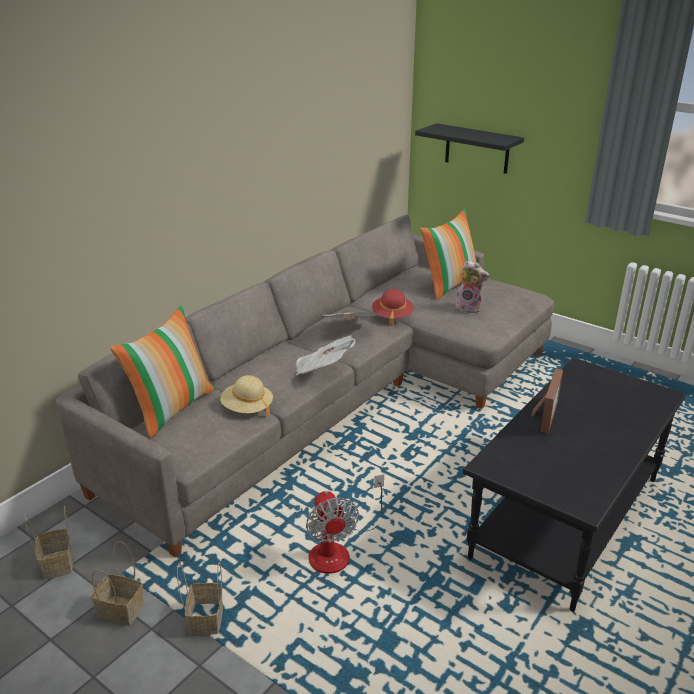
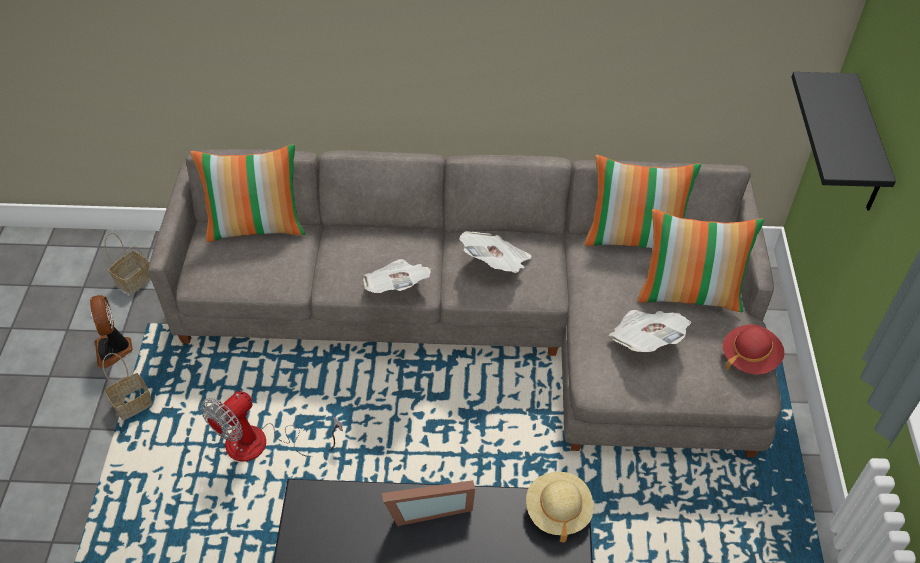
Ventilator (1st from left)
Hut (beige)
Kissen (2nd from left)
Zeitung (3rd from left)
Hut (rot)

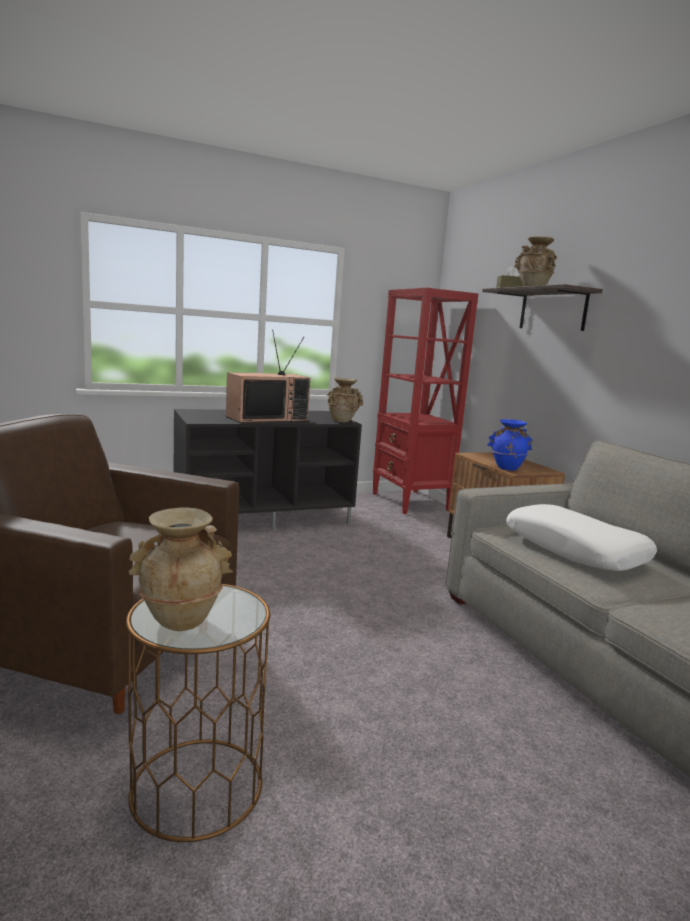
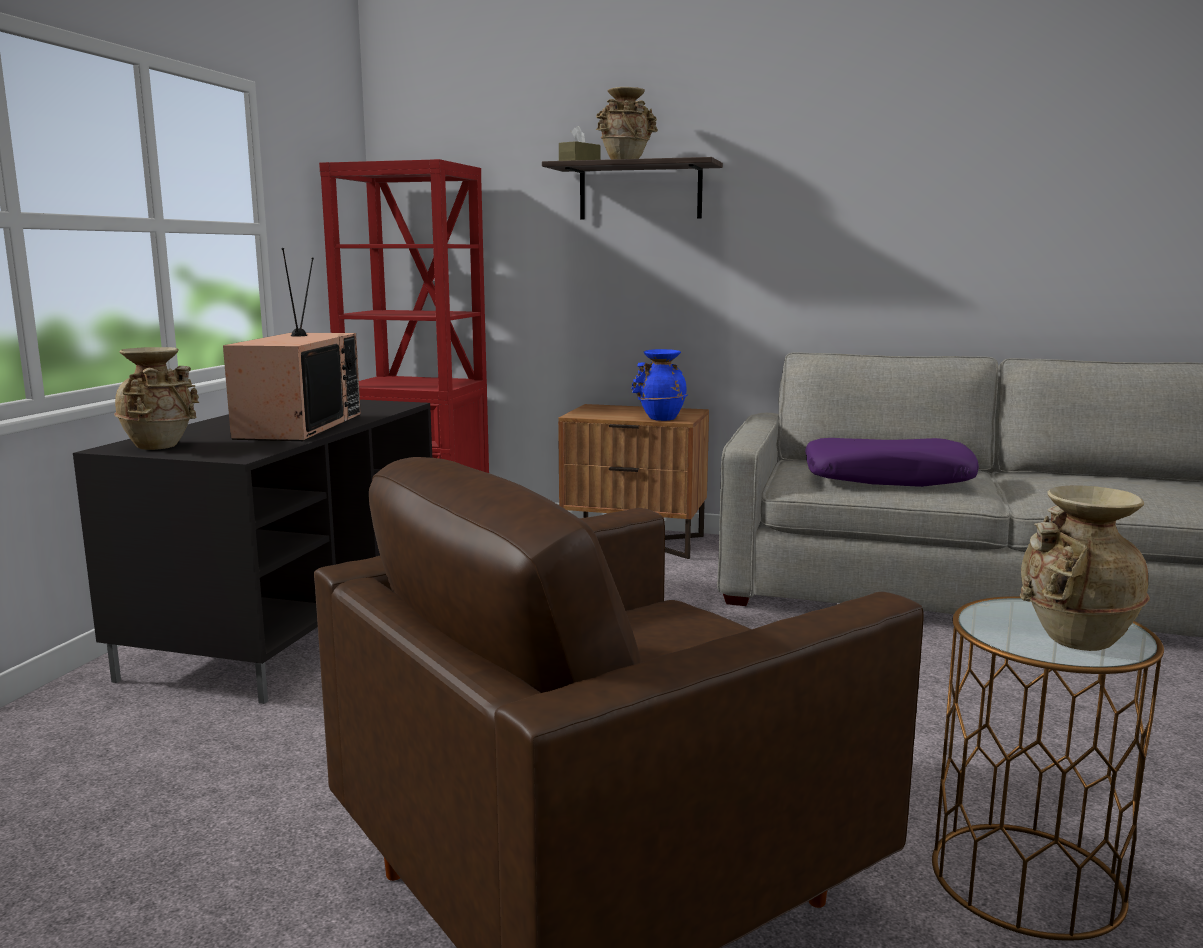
Vase (beige) (1st from left)
Kissen (lila)

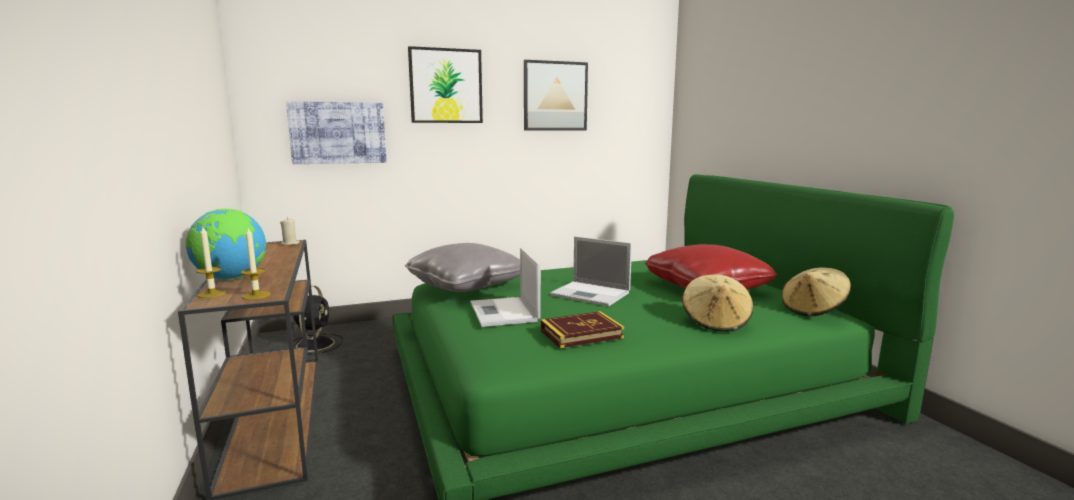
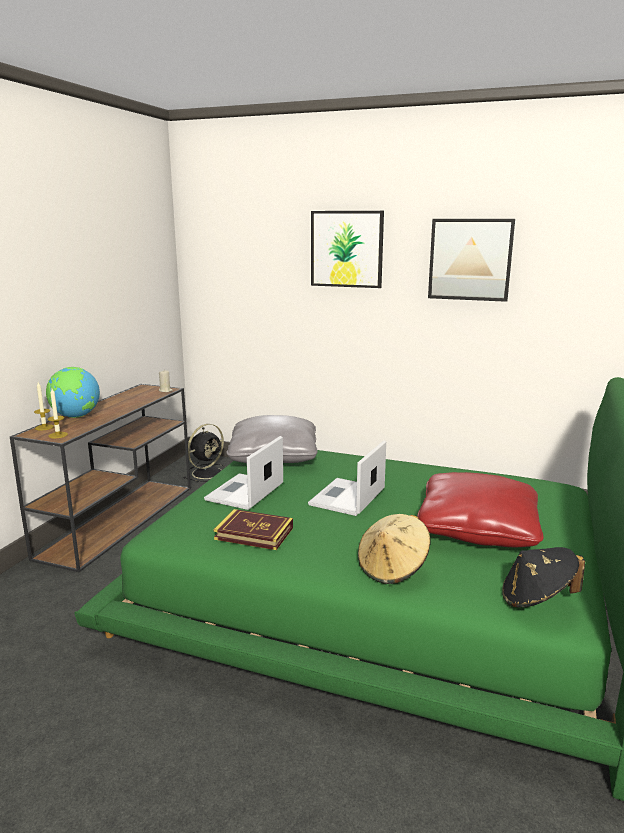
Laptop (2nd from left)
Hut (schwarz)
Bild (1st from left in the first image)

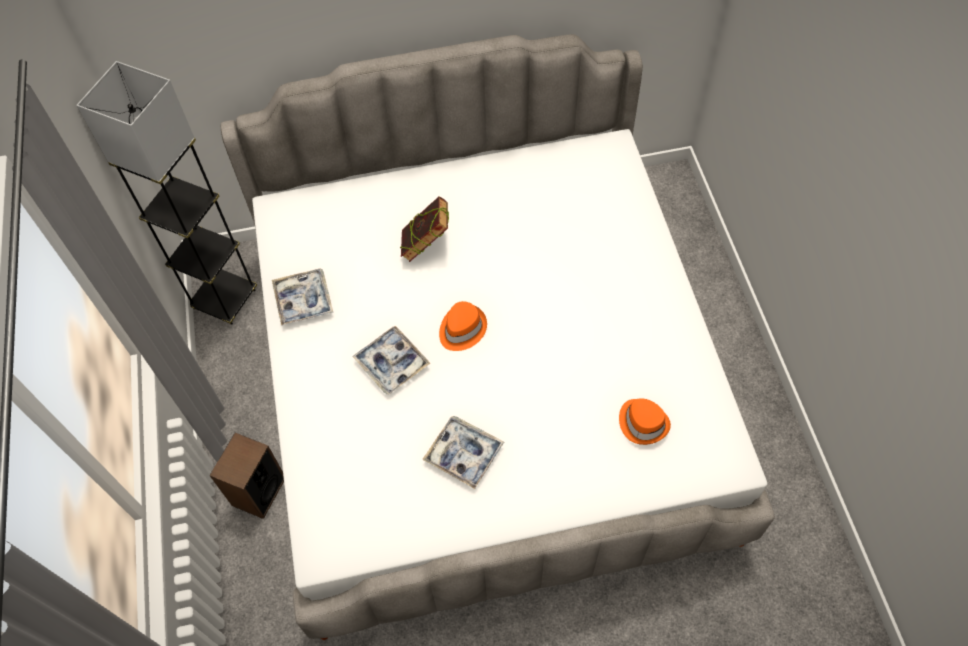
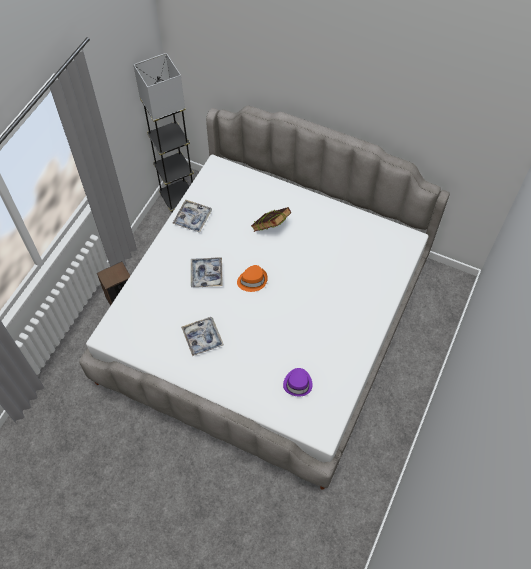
Hut (lila)

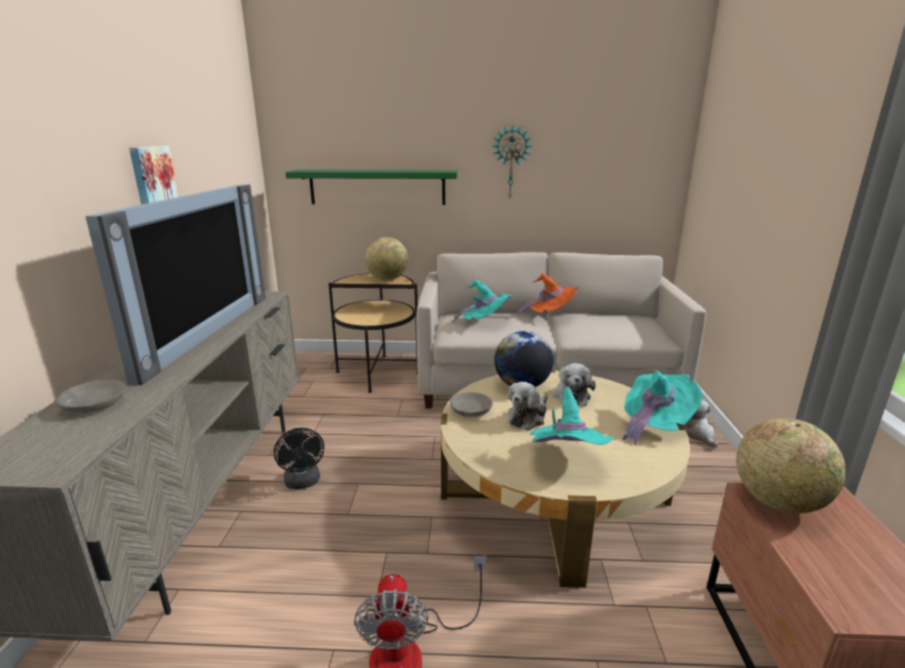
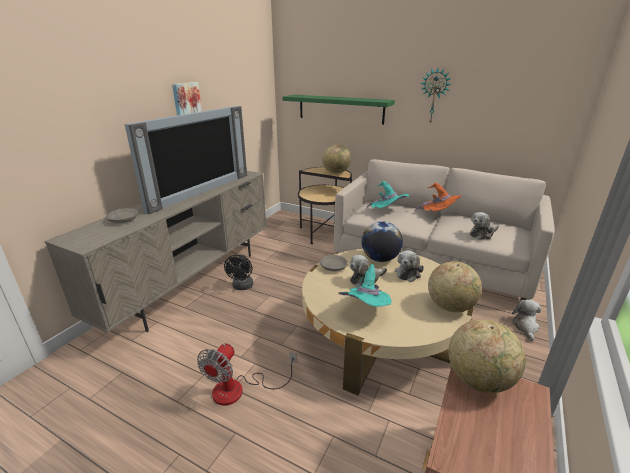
Globus (3rd from left)
Plüschtier (3rd from left)

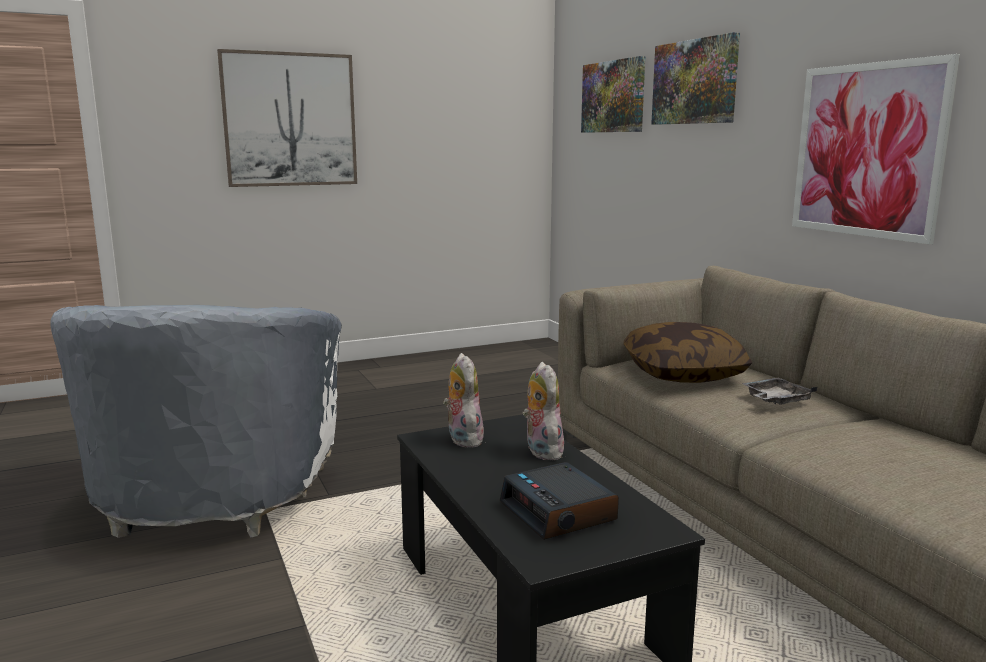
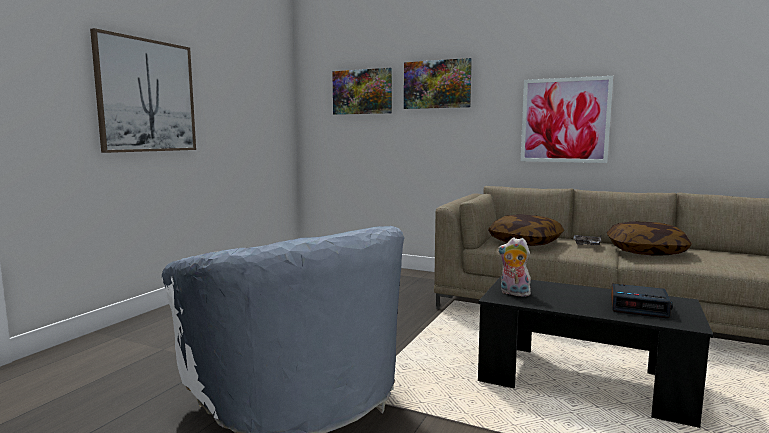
Kissen (2nd from left)
Plüschtier (2nd from left in the first image)

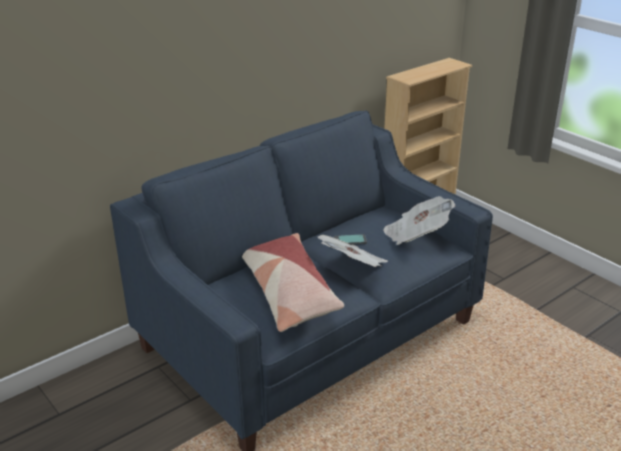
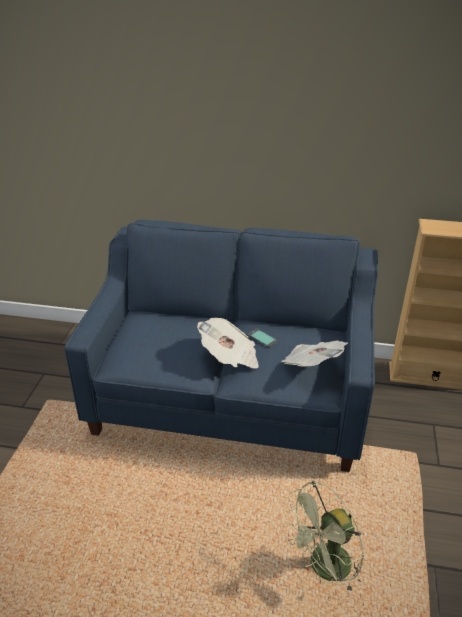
Ventilator (grün)
Kissen

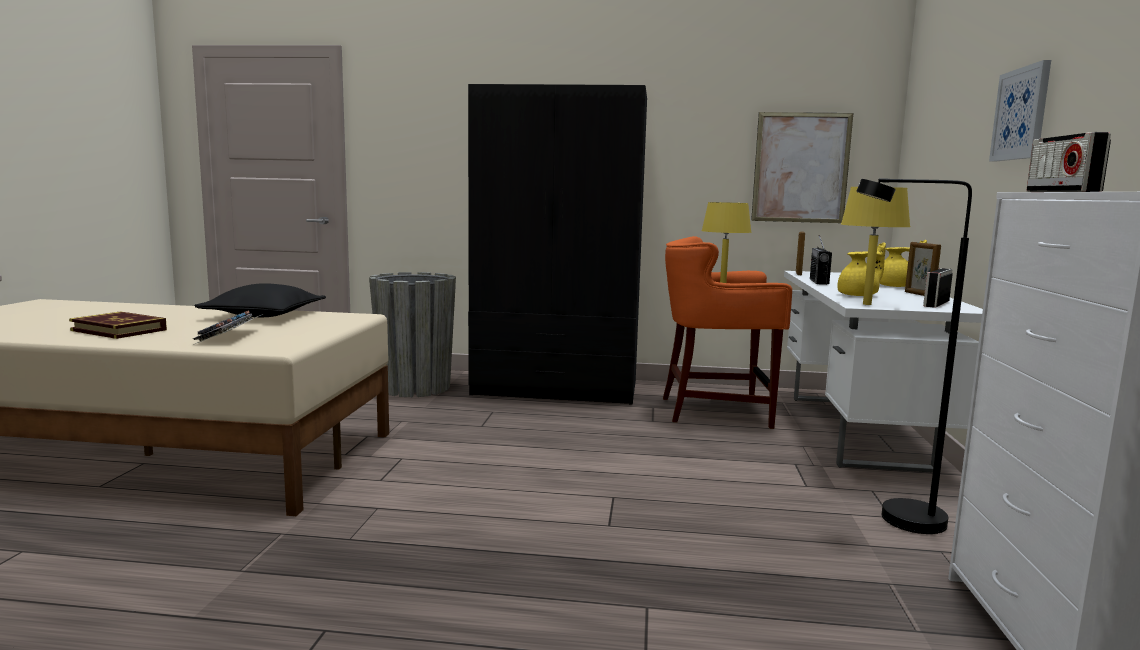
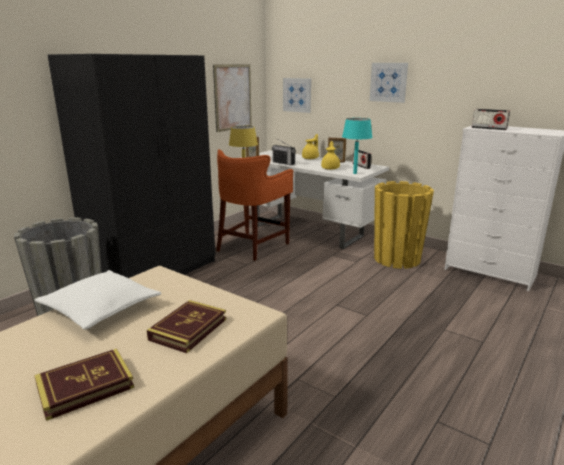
Kissen (weiß)
Buch (2nd from left)
Bild (2nd from left)
Tischlampe (türkis)
Pflanzkübel (gelb)

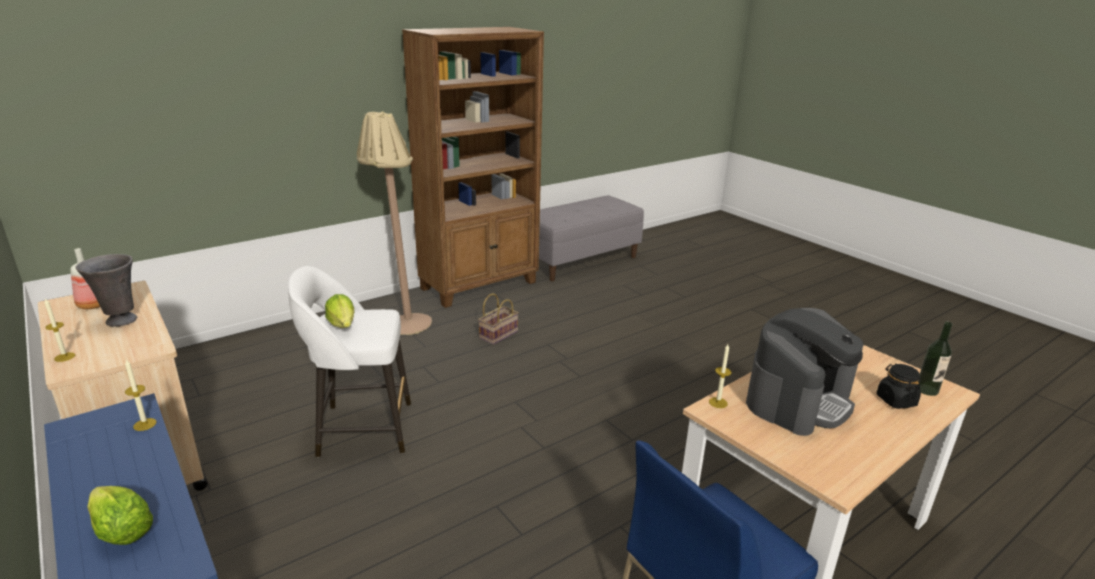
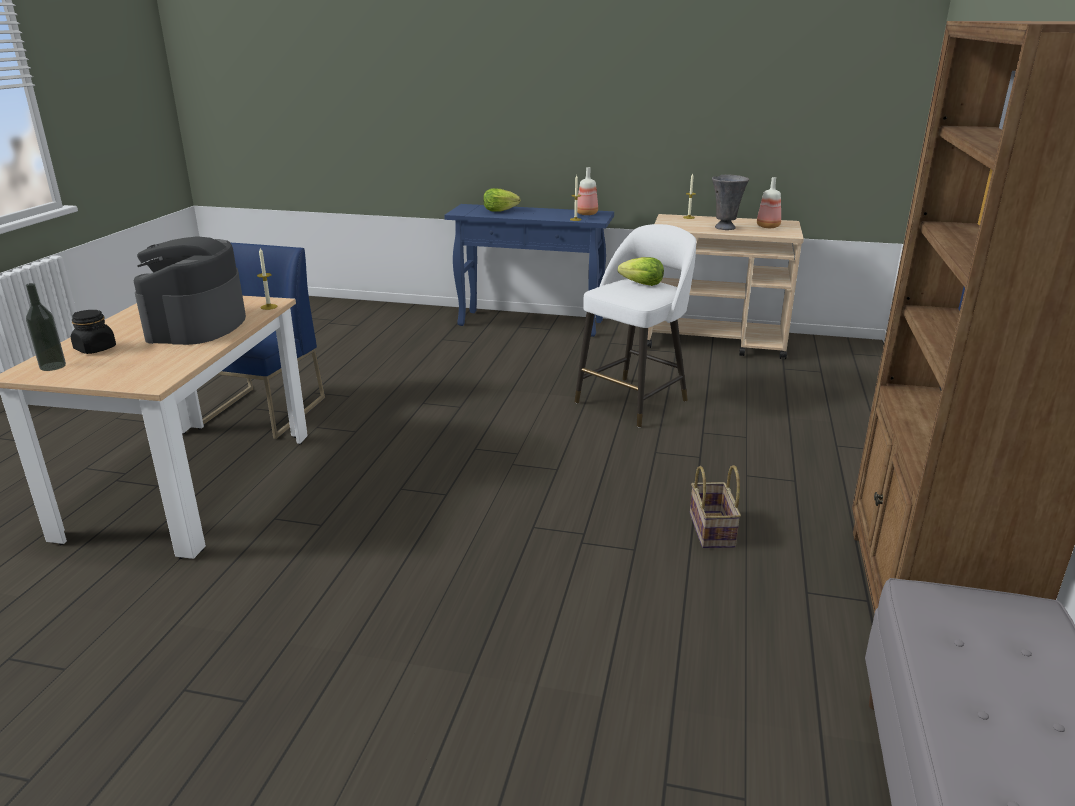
Flasche (2nd from left)
Stehlampe (beige)

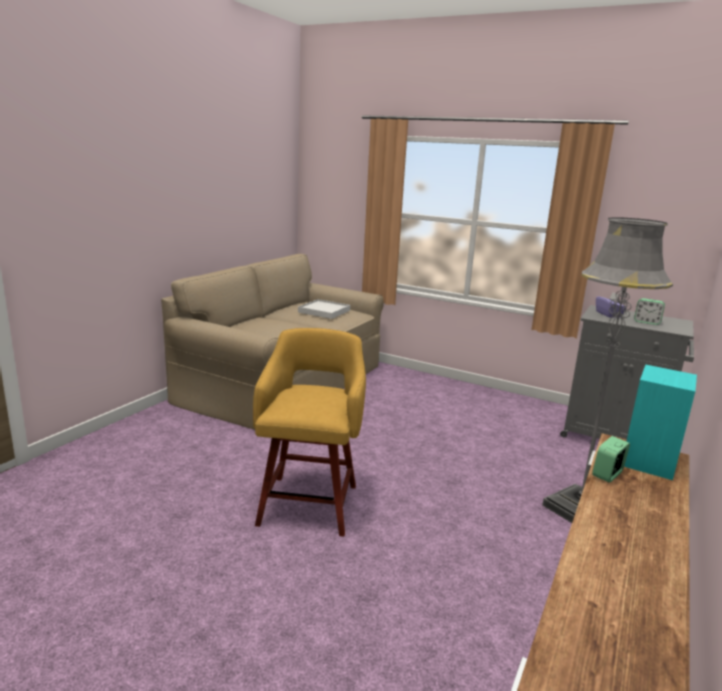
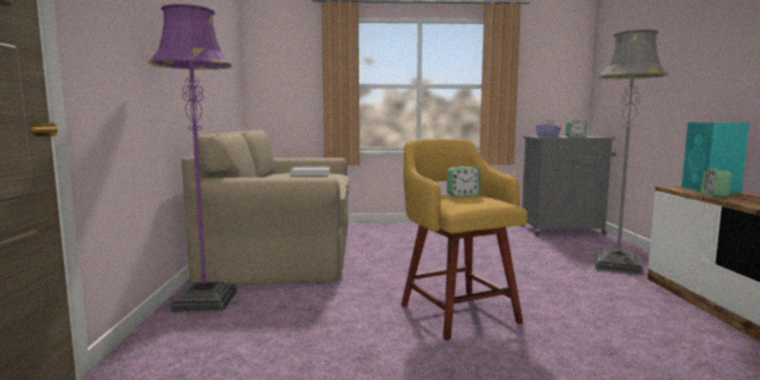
Stehlampe (lila)
Wecker (1st from left)

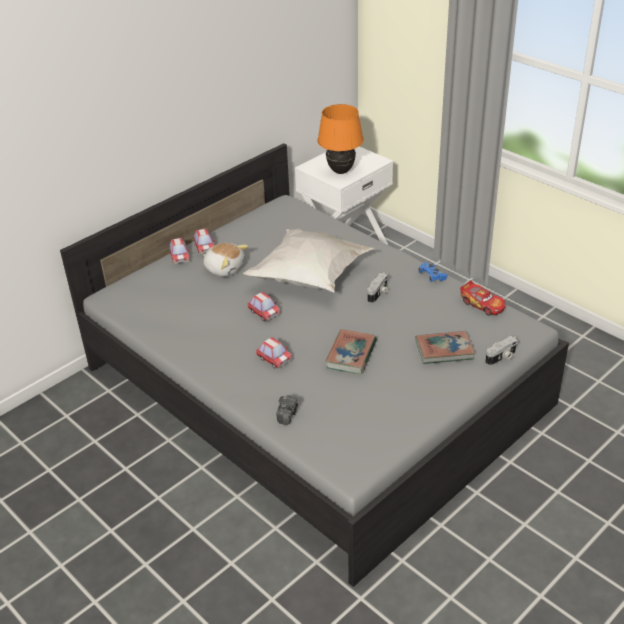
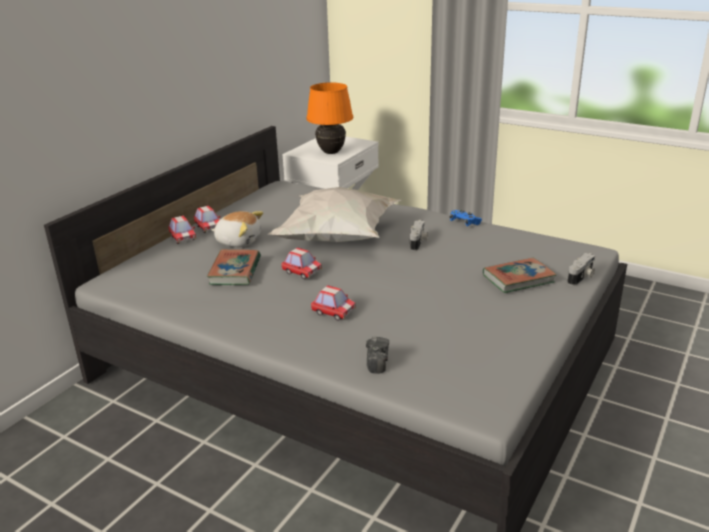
Buch (1st from left)
Spielzeugauto (5th from left in the first image)

